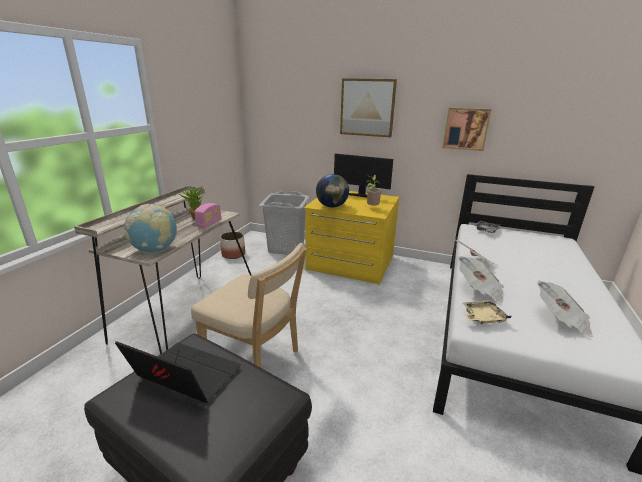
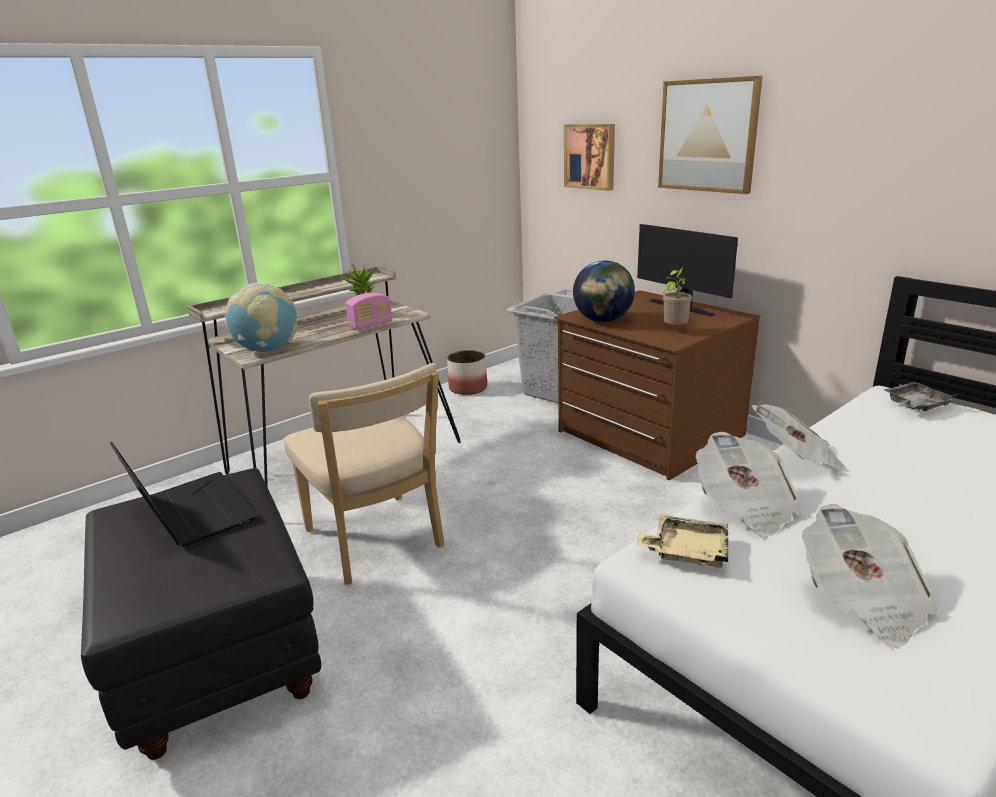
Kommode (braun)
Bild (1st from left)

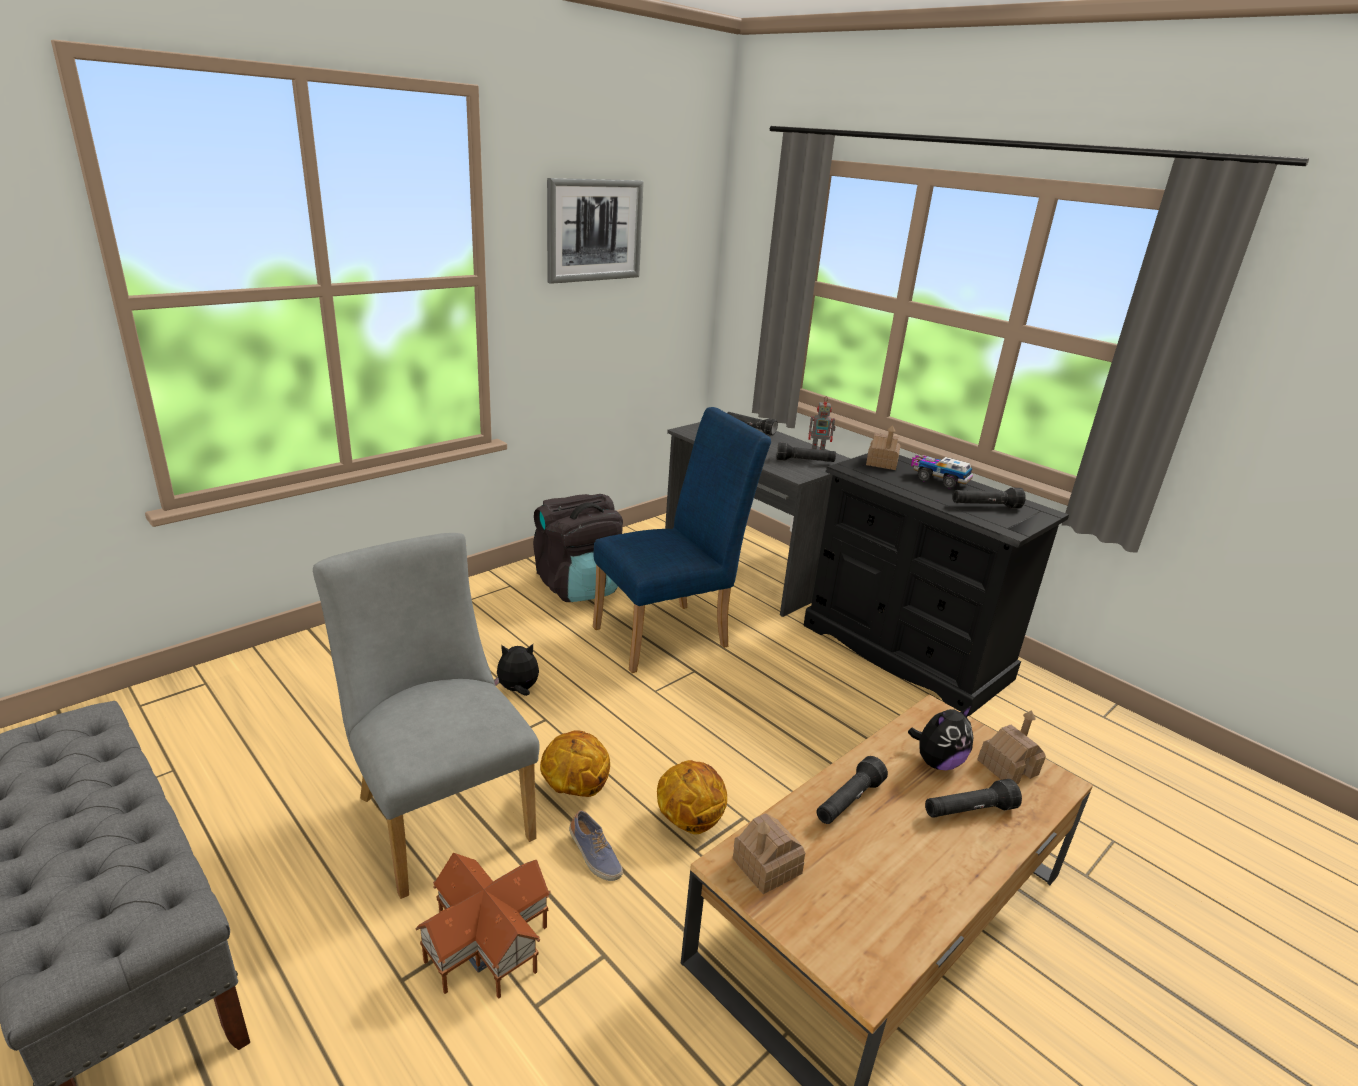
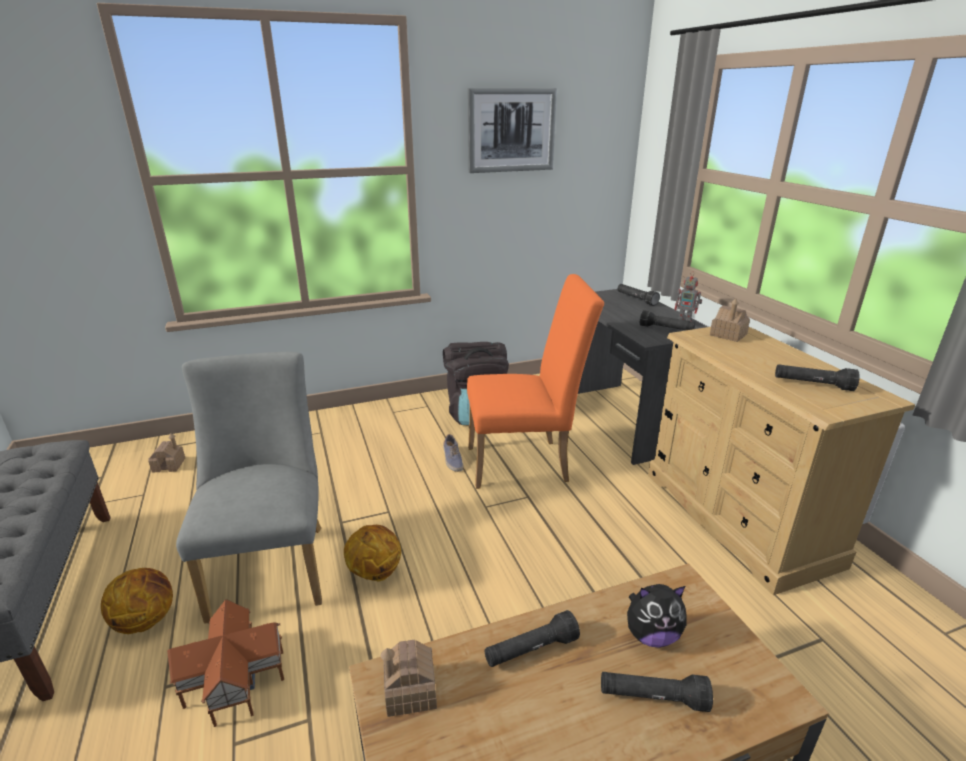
Basketball (1st from left)
Spielzeughaus (1st from left)
Schuh
Stuhl (orange)
Kommode (beige)
Plüschtier (1st from left in the first image)
Spielzeuglaster

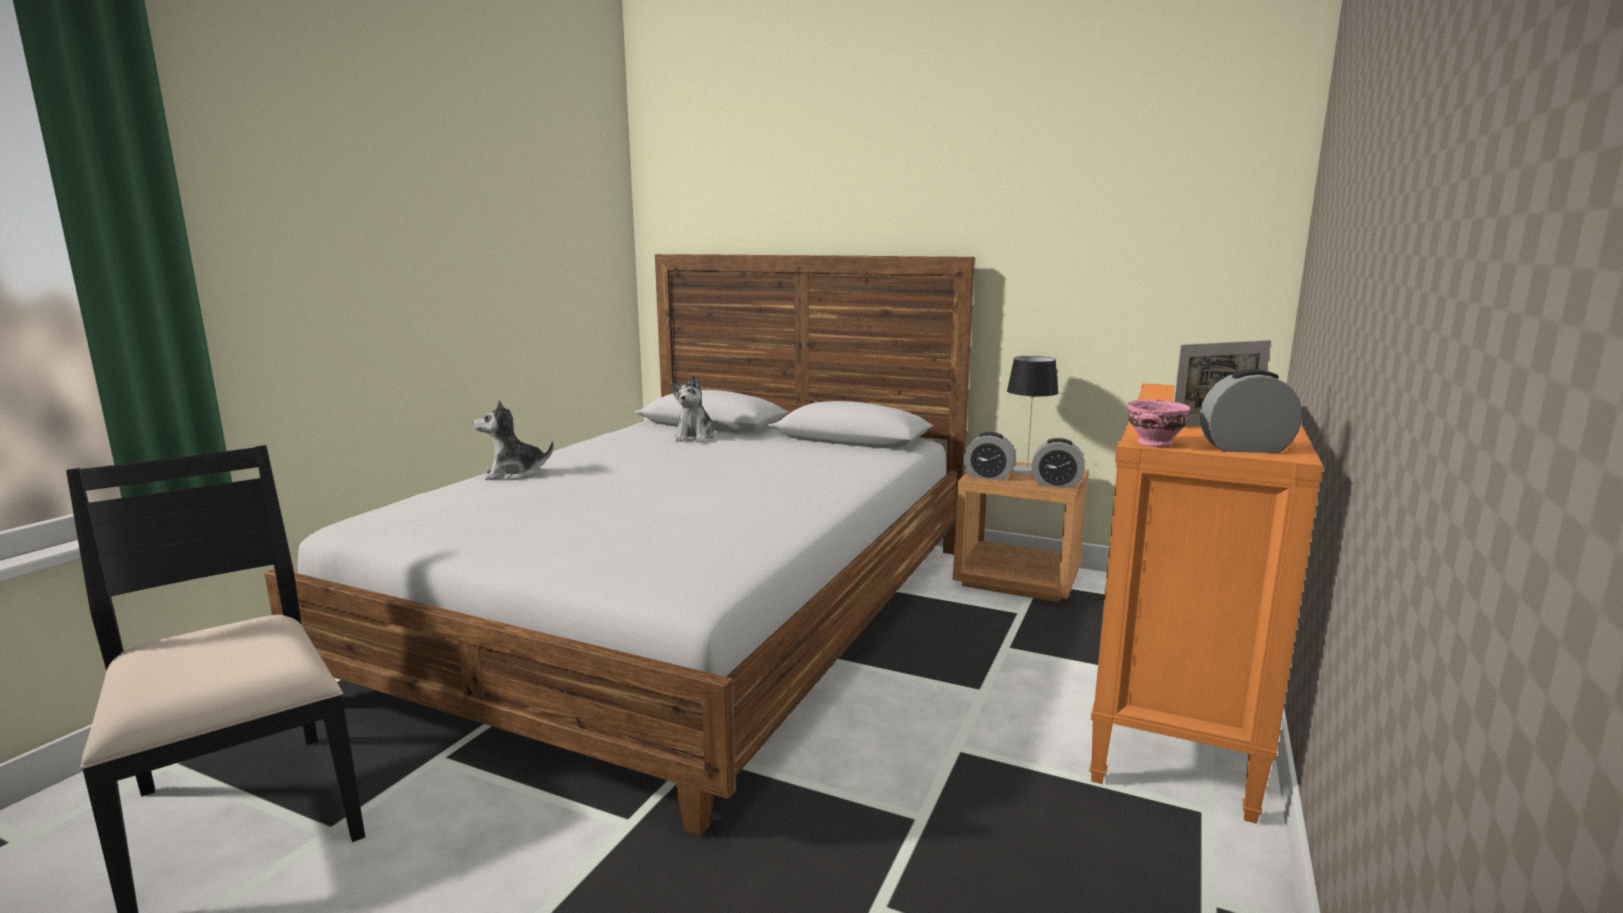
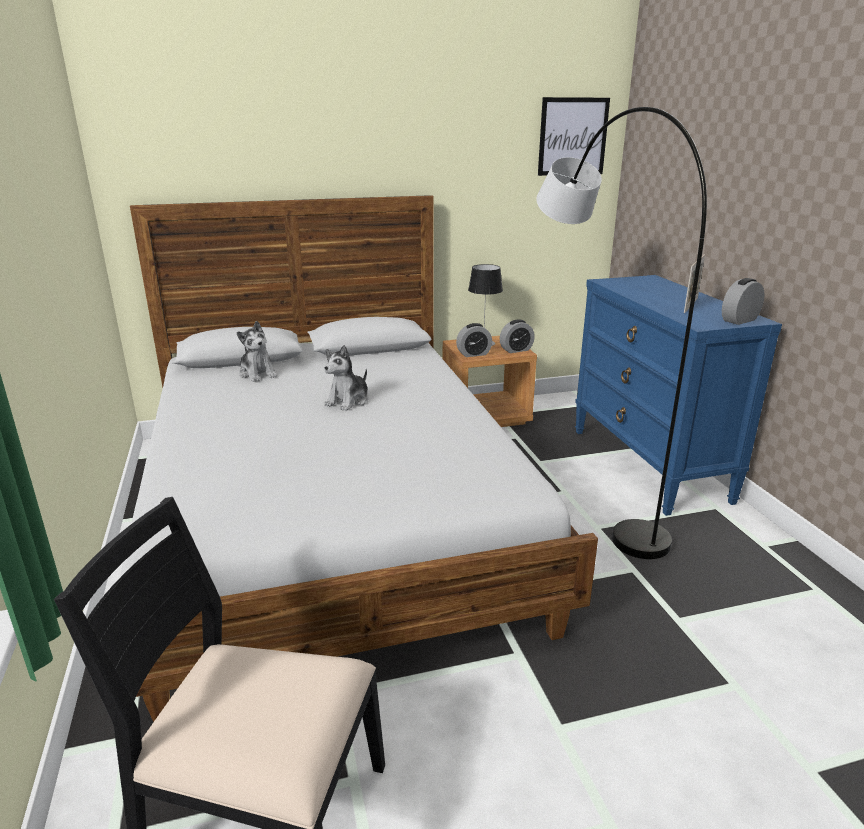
Plüschtier (2nd from left)
Stehlampe (grau)
Bild
Kommode (blau)
Schüssel (rosa)

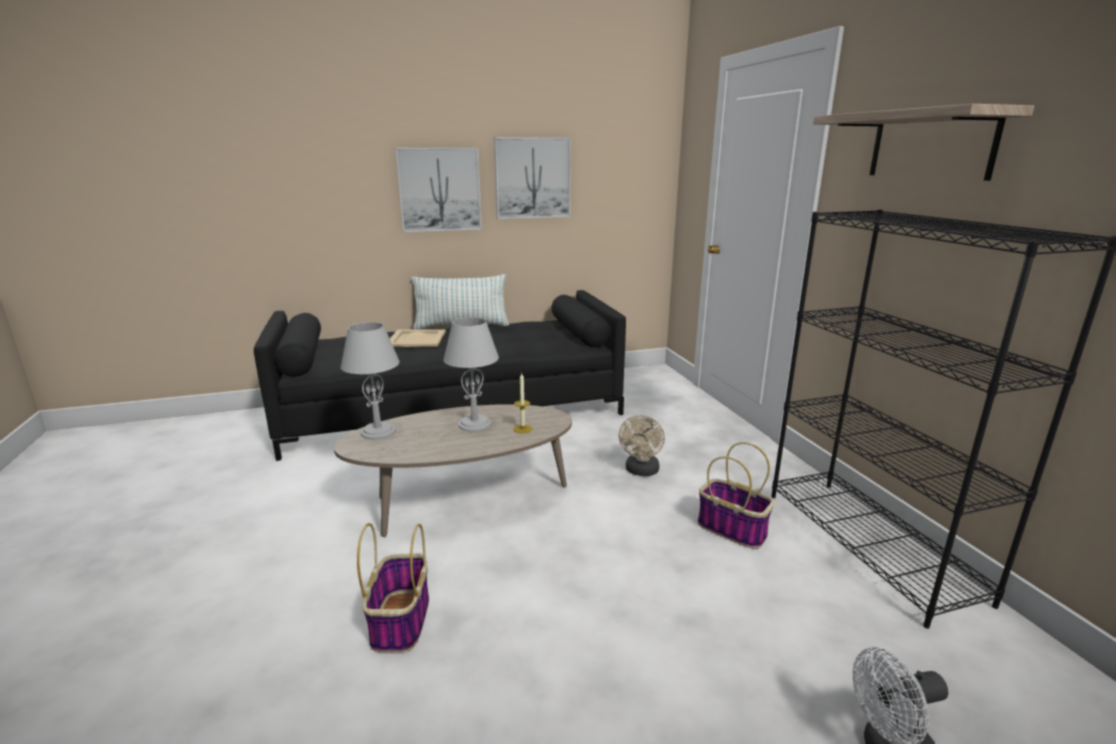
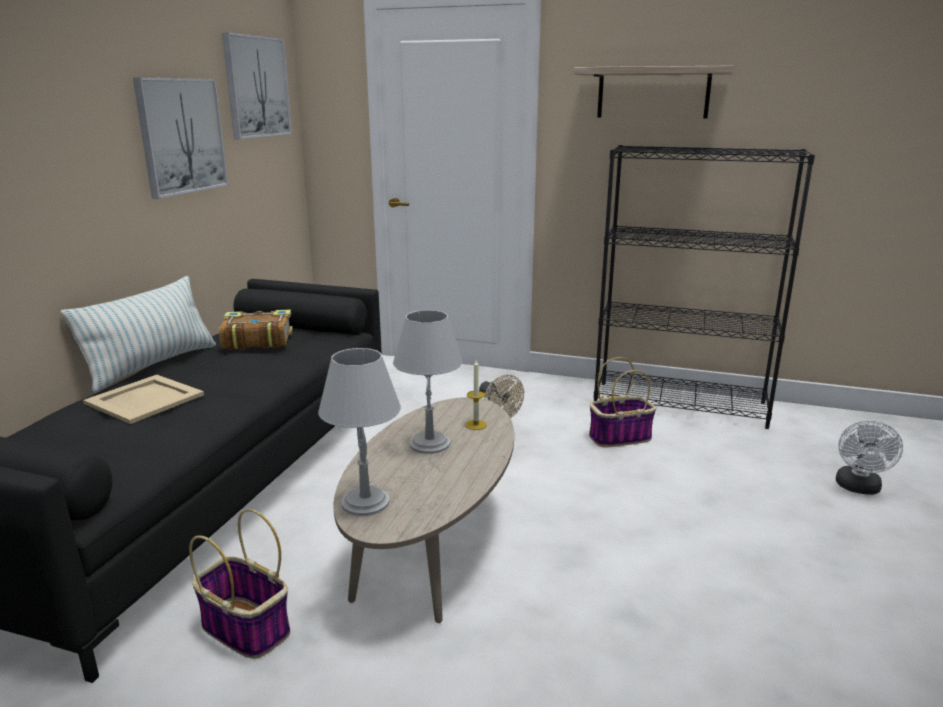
Korb (1st from left)
Buch
Bild (2nd from left)

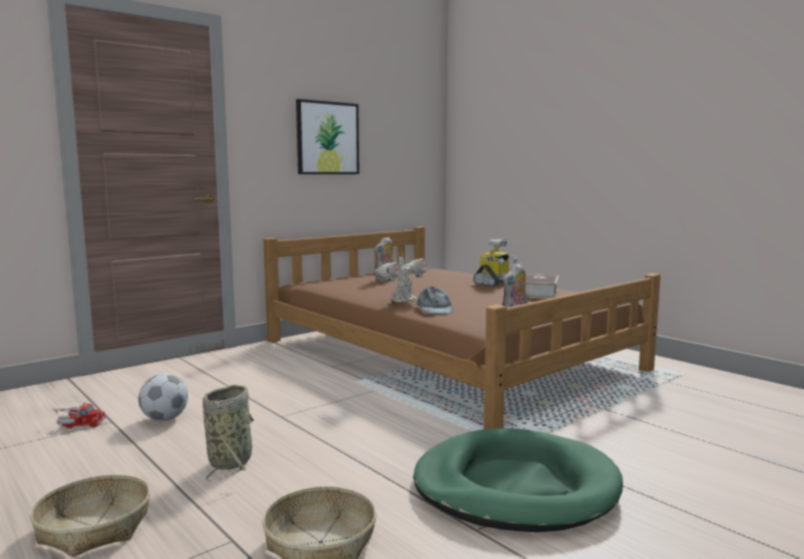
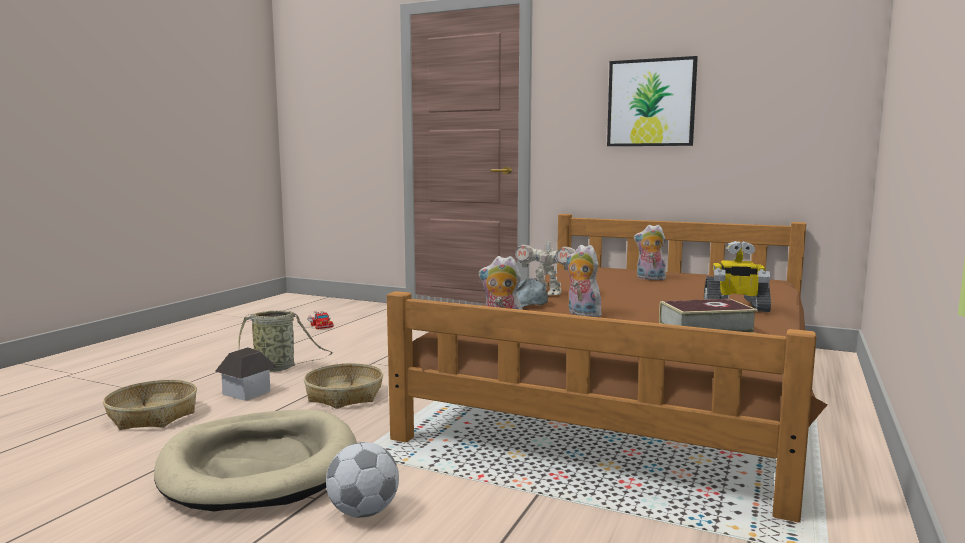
Hundebett (beige)
Spielzeughaus
Korb (3rd from left)
Fußball
Plüschtier (2nd from left)

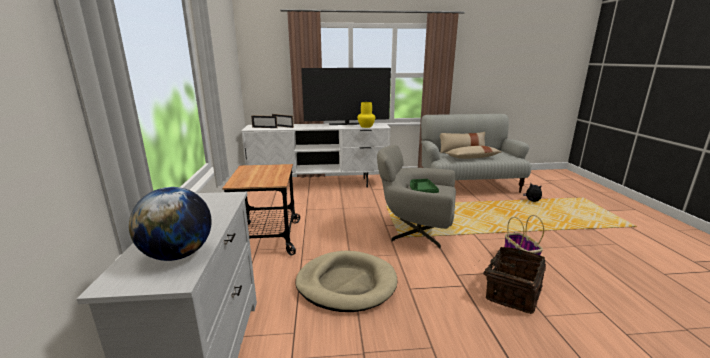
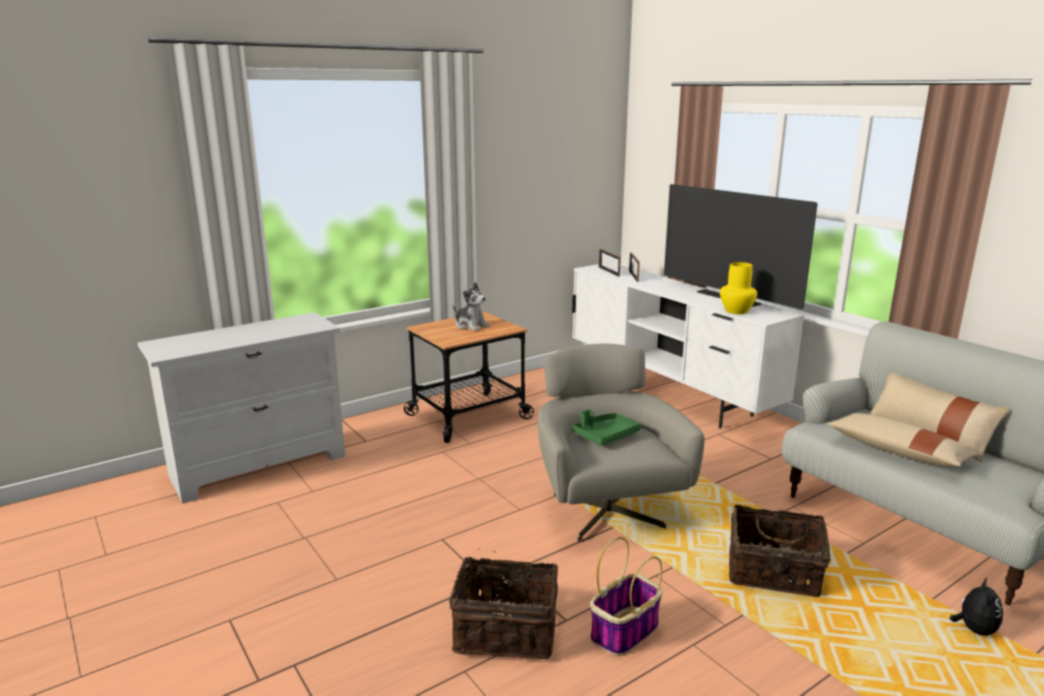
Plüschtier (1st from left)
Korb (3rd from left)
Globus
Hundebett (beige)

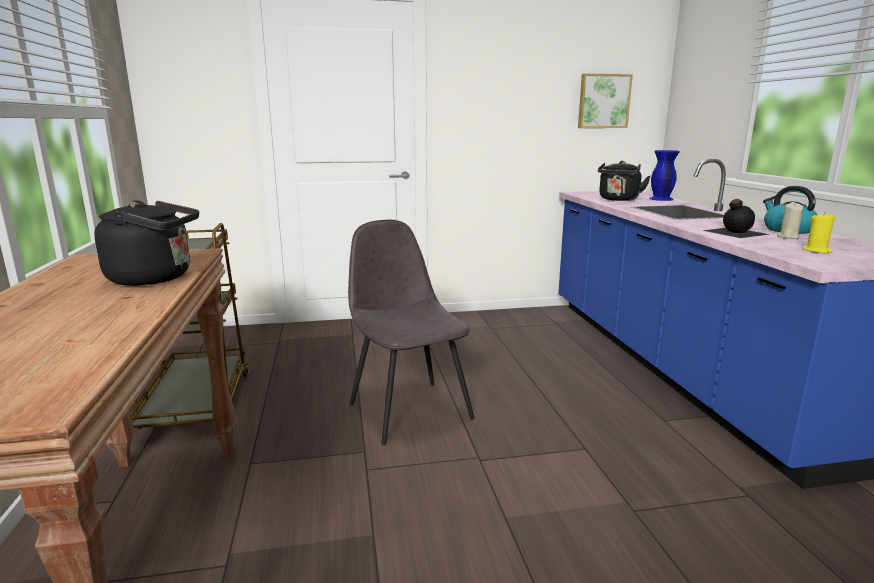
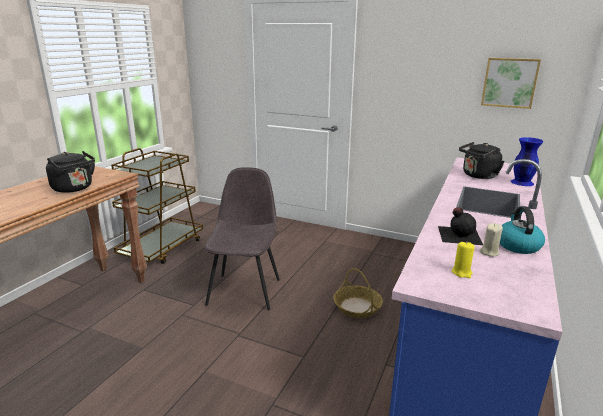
Korb

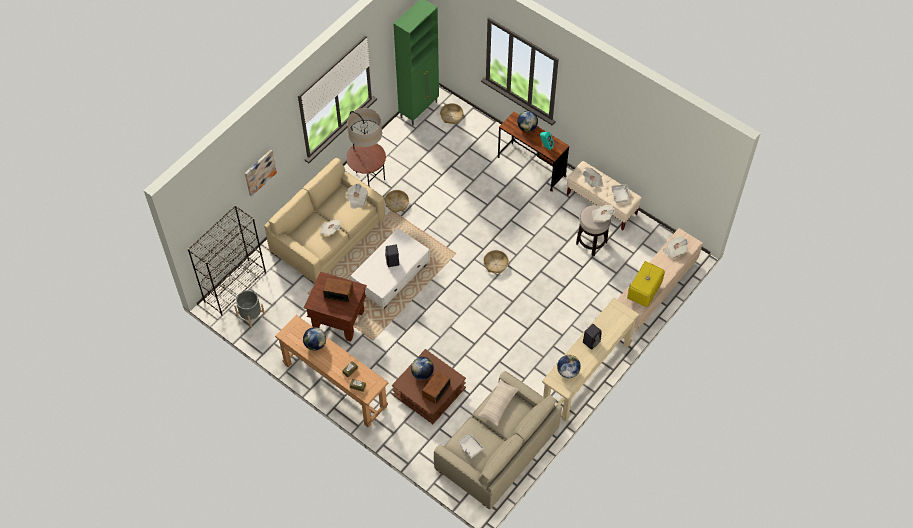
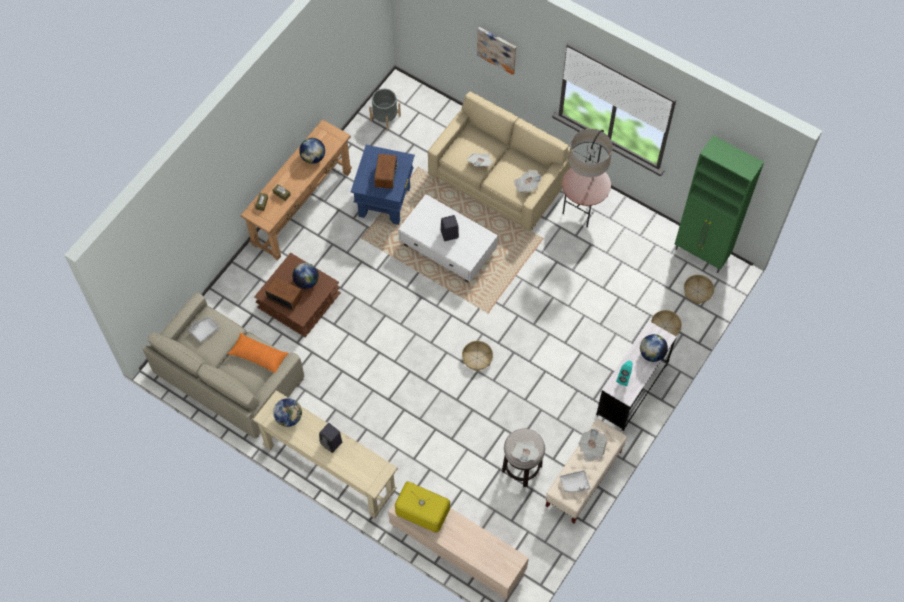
Kissen (orange)
Beistelltisch (blau)
Schreibtisch (weiß)
Korb (2nd from left)
Bücherregal (schwarz)
Zeitung (5th from left in the first image)

